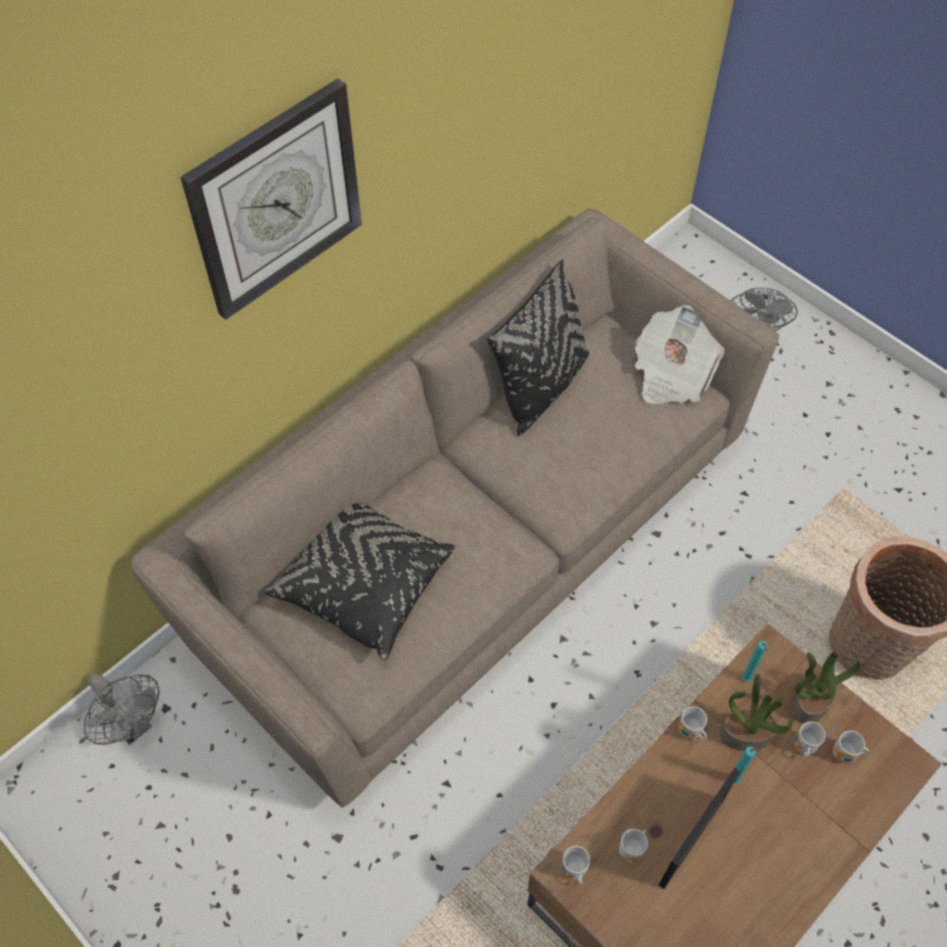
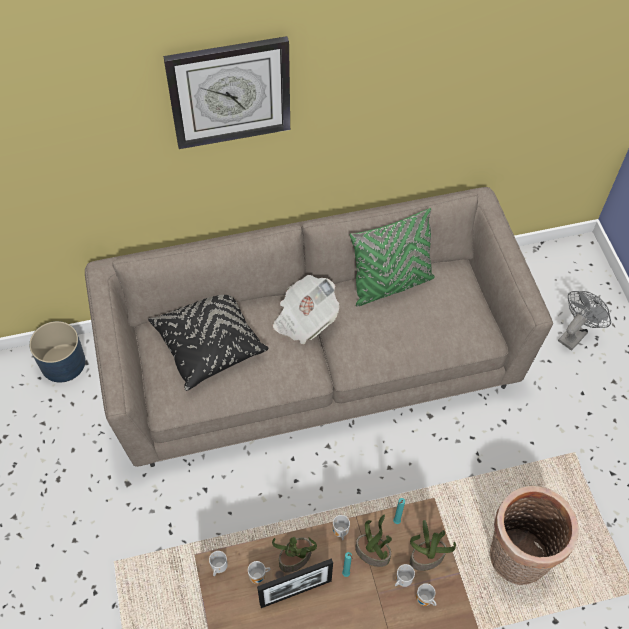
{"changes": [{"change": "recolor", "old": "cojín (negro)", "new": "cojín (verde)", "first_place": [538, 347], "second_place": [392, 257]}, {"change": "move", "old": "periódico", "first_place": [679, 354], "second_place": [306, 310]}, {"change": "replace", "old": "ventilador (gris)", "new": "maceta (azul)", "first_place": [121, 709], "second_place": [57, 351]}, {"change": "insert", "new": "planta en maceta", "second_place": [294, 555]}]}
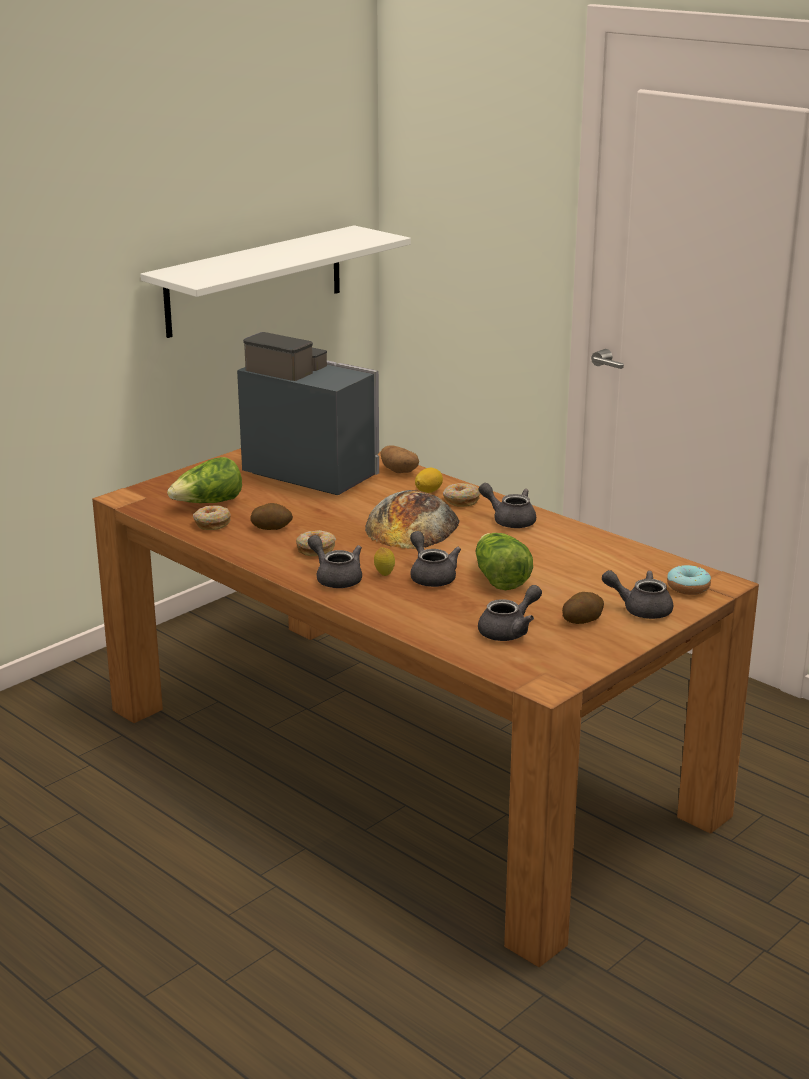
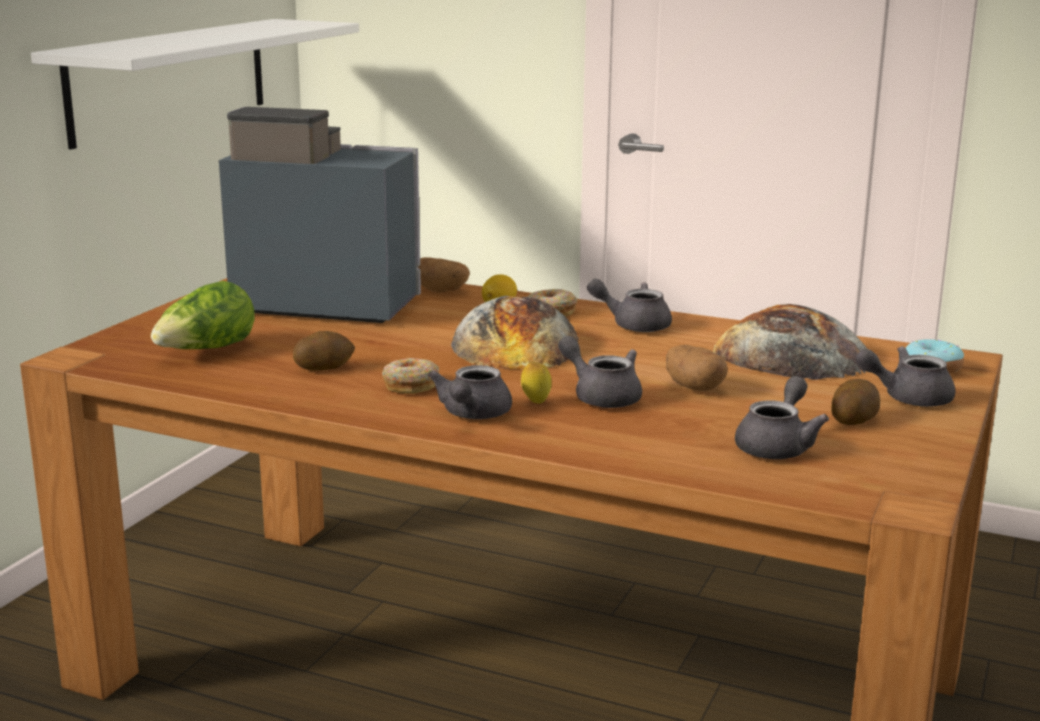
{"changes": [{"change": "delete", "old": "rosquilla", "first_place": [212, 517]}, {"change": "replace", "old": "lechuga", "new": "patata", "first_place": [504, 561], "second_place": [697, 368]}, {"change": "rotate", "old": "tetera (gris)", "first_place": [335, 561], "second_place": [470, 392], "degrees": -105}, {"change": "insert", "new": "pan", "second_place": [790, 342]}]}
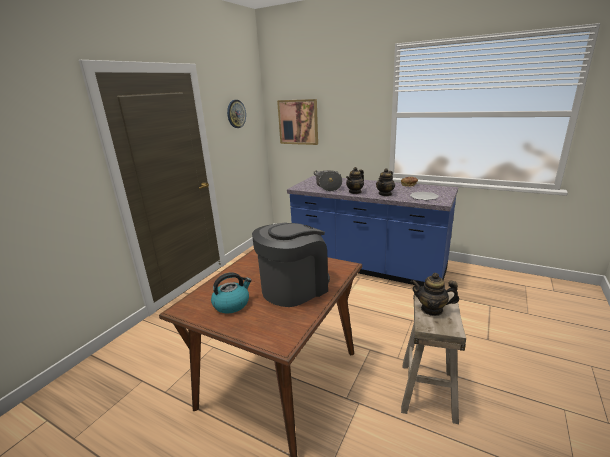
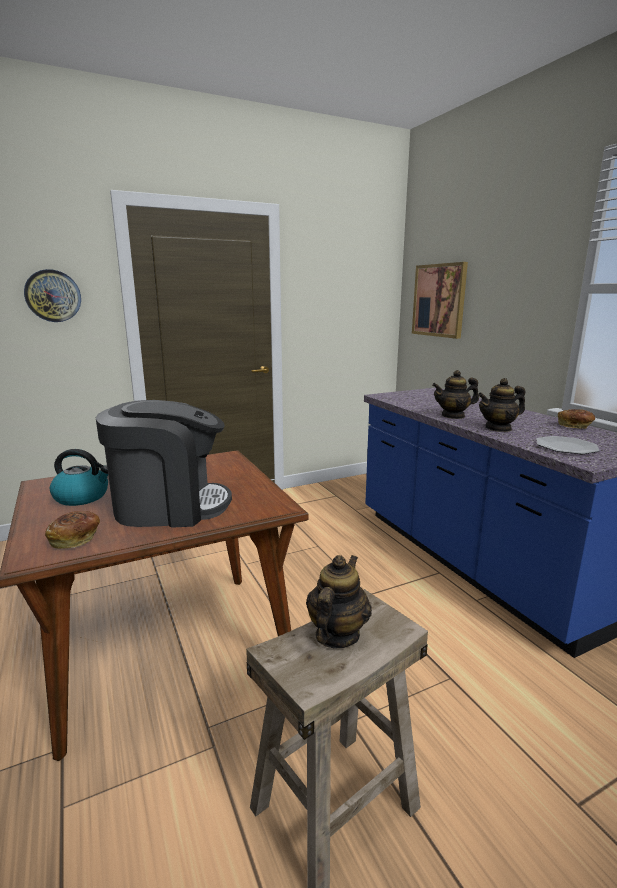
{"changes": [{"change": "move", "old": "reloj de pared", "first_place": [236, 114], "second_place": [52, 295]}, {"change": "delete", "old": "olla", "first_place": [328, 181]}, {"change": "rotate", "old": "tetera", "first_place": [435, 294], "second_place": [339, 601], "degrees": 60}, {"change": "insert", "new": "pan", "second_place": [72, 530]}]}
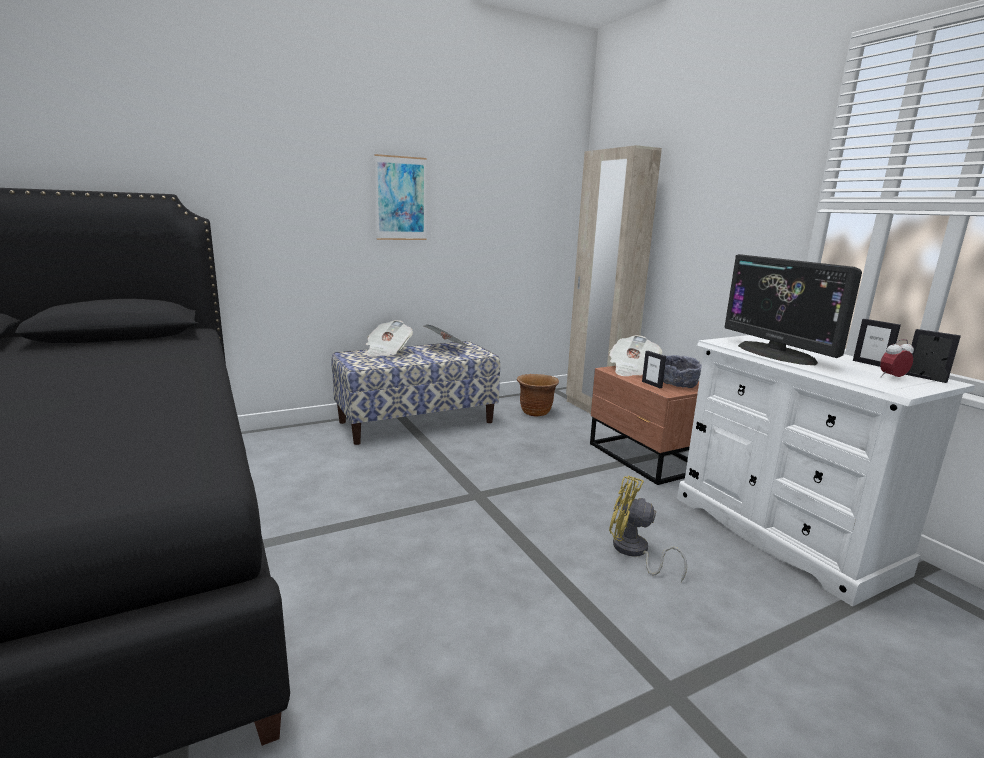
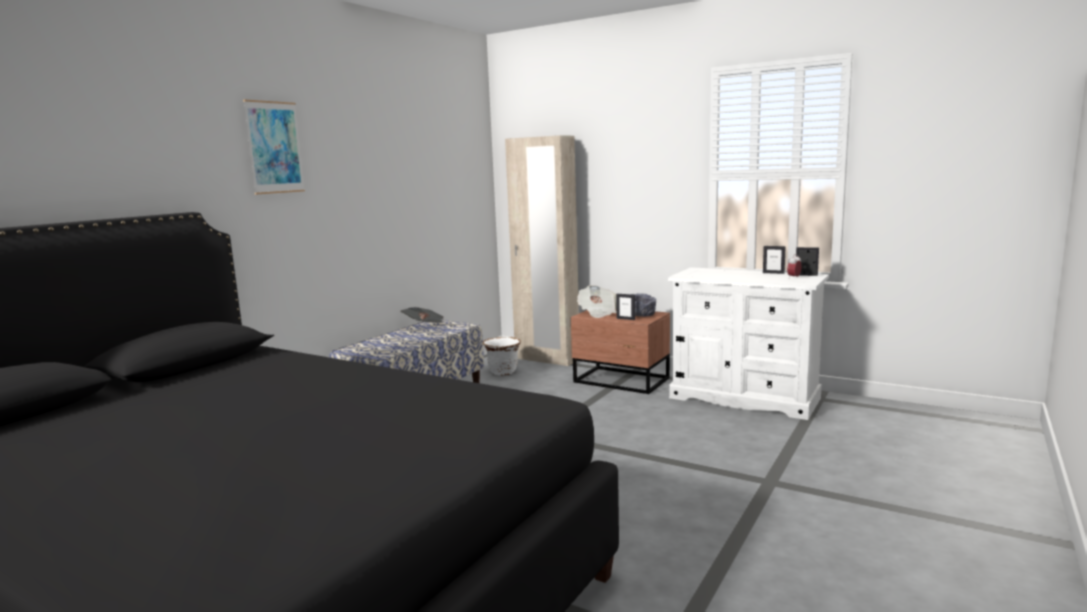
{"changes": [{"change": "move", "old": "cuadro", "first_place": [401, 197], "second_place": [274, 147]}, {"change": "delete", "old": "monitor", "first_place": [793, 309]}, {"change": "delete", "old": "periódico", "first_place": [389, 338]}, {"change": "recolor", "old": "maceta (marrón)", "new": "maceta (blanco)", "first_place": [538, 395], "second_place": [502, 356]}, {"change": "delete", "old": "ventilador (amarillo)", "first_place": [648, 529]}]}
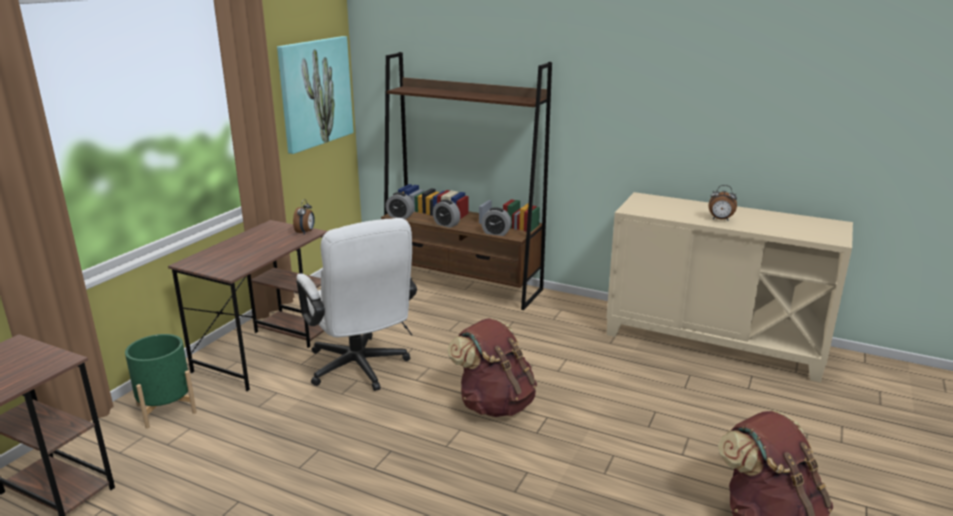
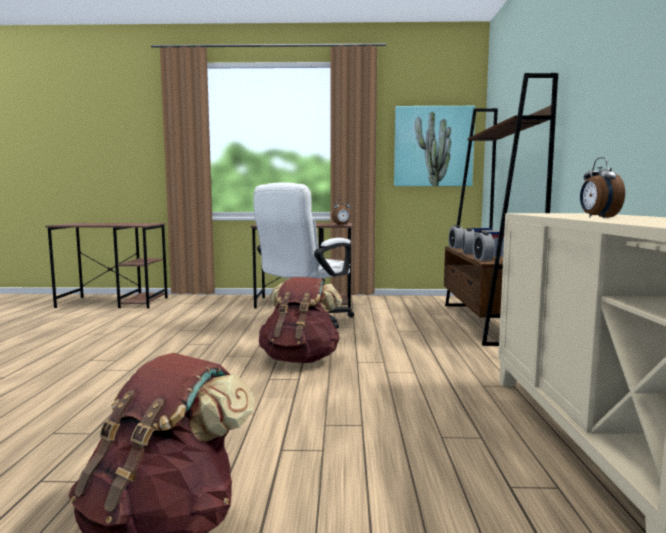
{"changes": [{"change": "delete", "old": "maceta (verde)", "first_place": [161, 381]}]}
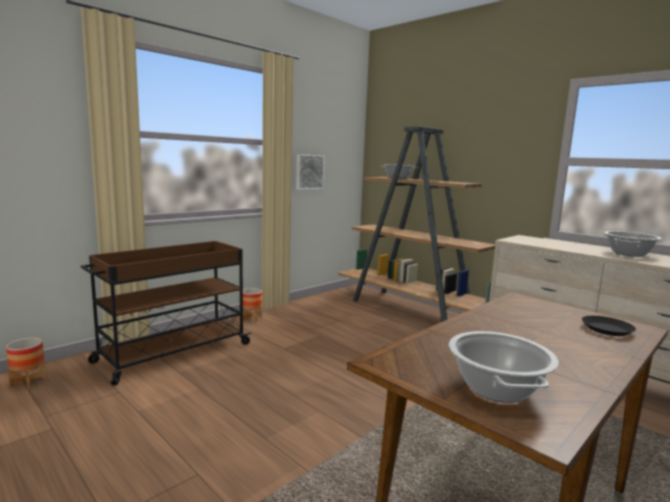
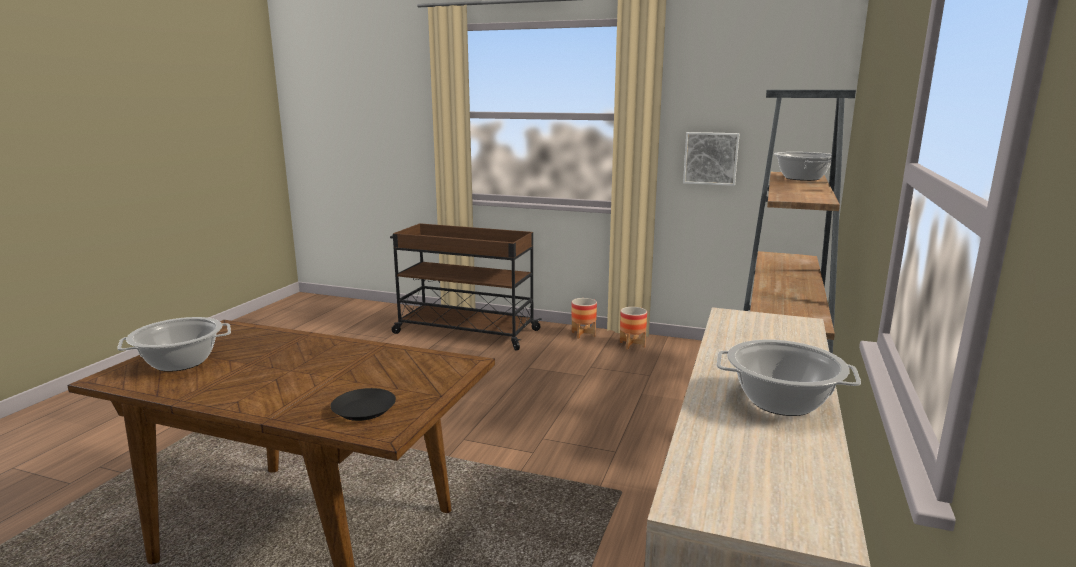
{"changes": [{"change": "move", "old": "maceta", "first_place": [26, 363], "second_place": [633, 328]}]}
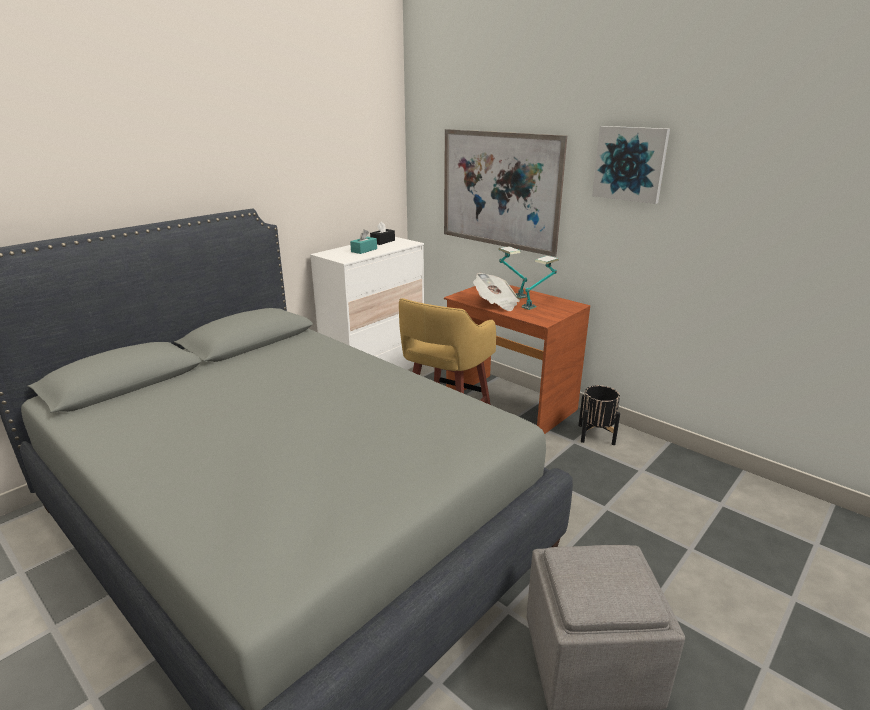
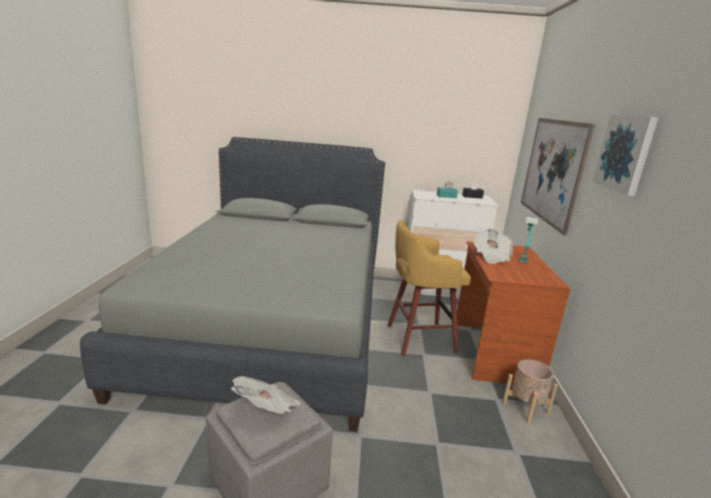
{"changes": [{"change": "delete", "old": "lámpara de mesa", "first_place": [540, 283]}, {"change": "recolor", "old": "maceta (negro)", "new": "maceta (beis)", "first_place": [599, 415], "second_place": [530, 391]}, {"change": "insert", "new": "periódico", "second_place": [266, 395]}]}
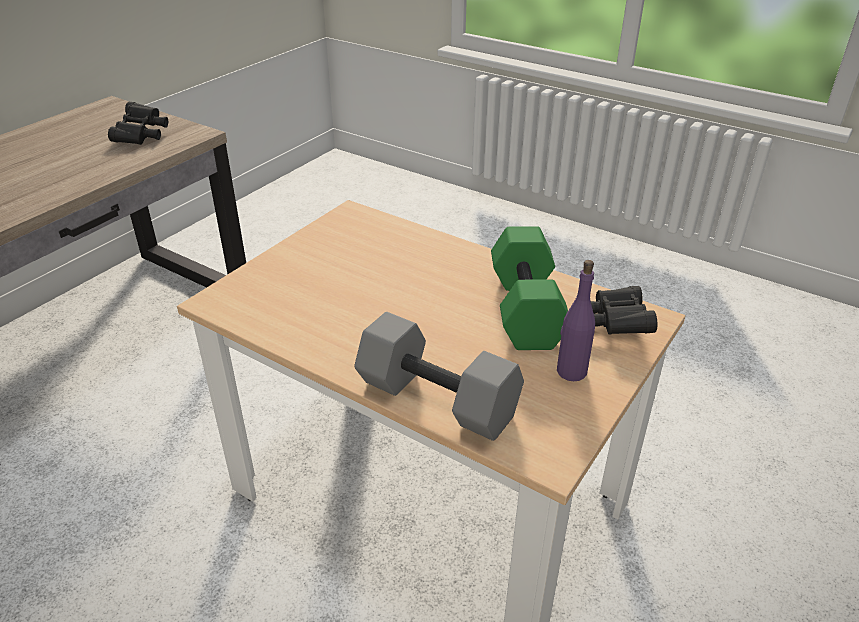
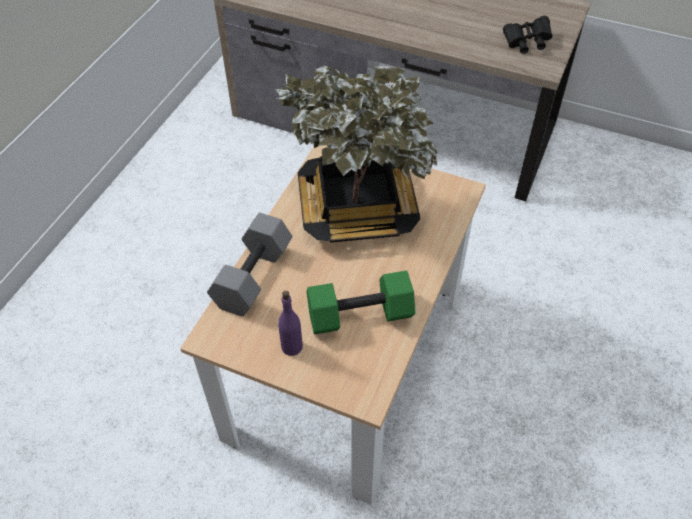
{"changes": [{"change": "delete", "old": "prismáticos (negro)", "first_place": [624, 310]}, {"change": "insert", "new": "planta en maceta", "second_place": [356, 154]}]}
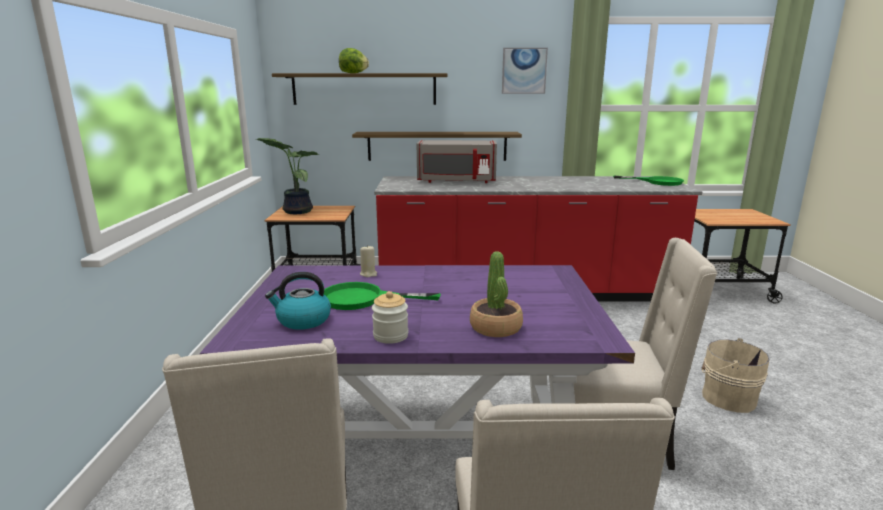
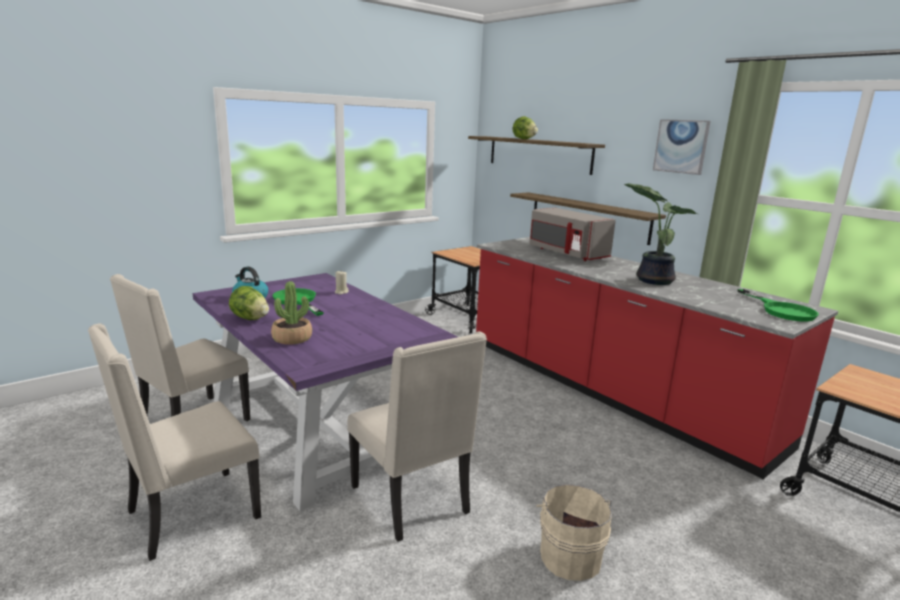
{"changes": [{"change": "move", "old": "planta en maceta", "first_place": [287, 176], "second_place": [660, 234]}, {"change": "replace", "old": "tarro", "new": "lechuga", "first_place": [390, 317], "second_place": [249, 303]}]}
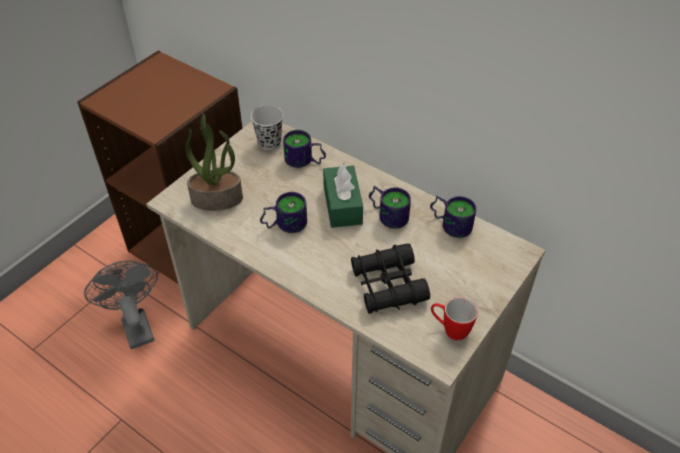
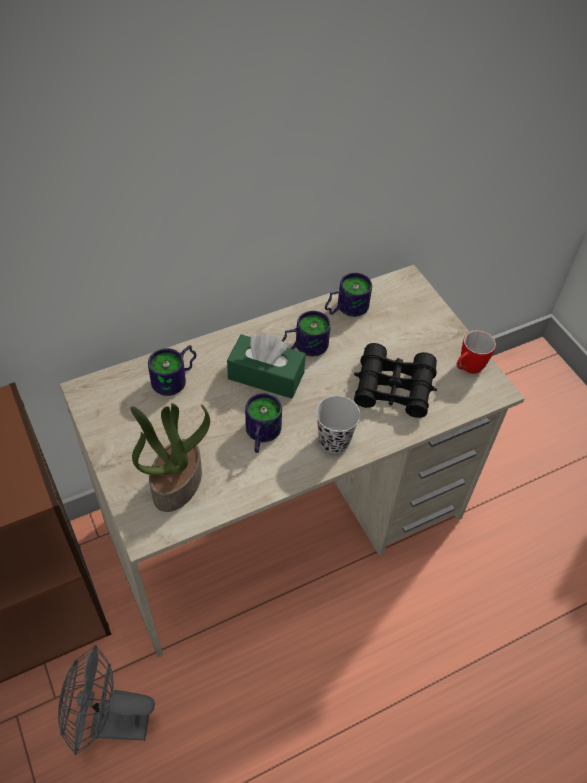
{"changes": [{"change": "move", "old": "taza (negro)", "first_place": [267, 127], "second_place": [338, 424]}]}
